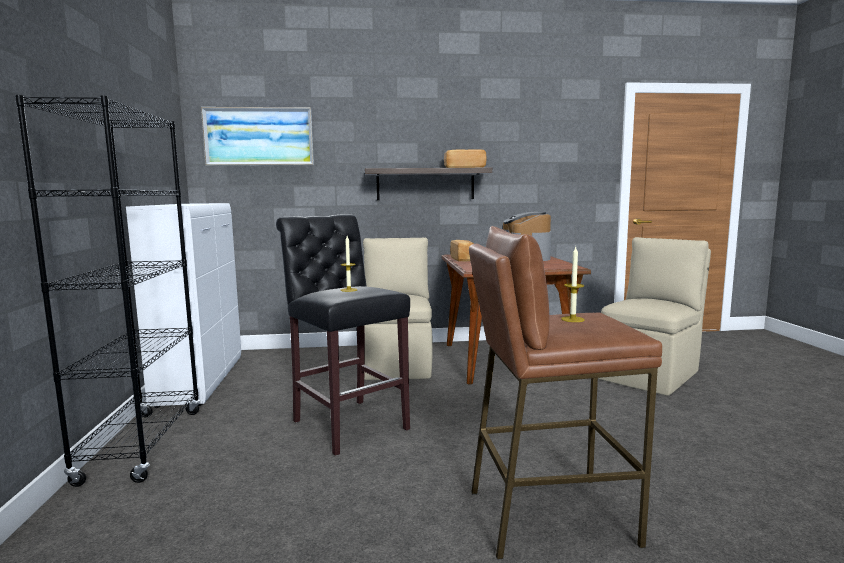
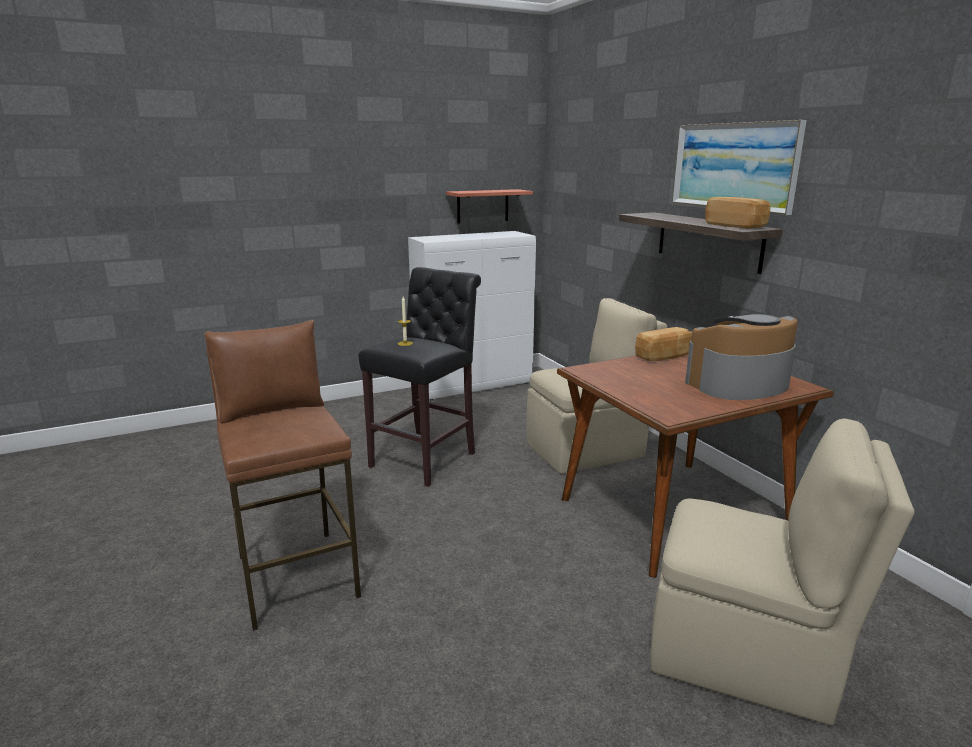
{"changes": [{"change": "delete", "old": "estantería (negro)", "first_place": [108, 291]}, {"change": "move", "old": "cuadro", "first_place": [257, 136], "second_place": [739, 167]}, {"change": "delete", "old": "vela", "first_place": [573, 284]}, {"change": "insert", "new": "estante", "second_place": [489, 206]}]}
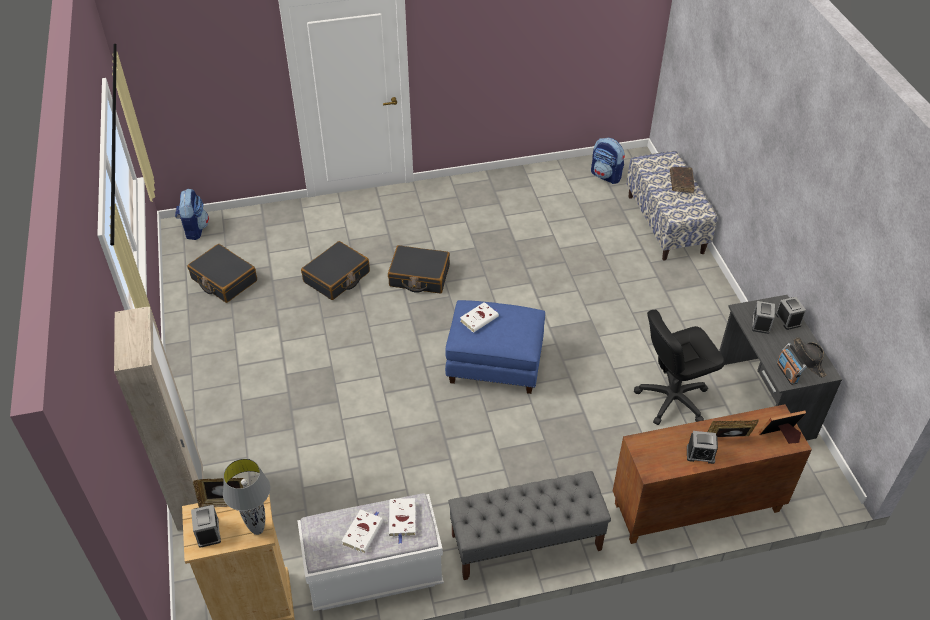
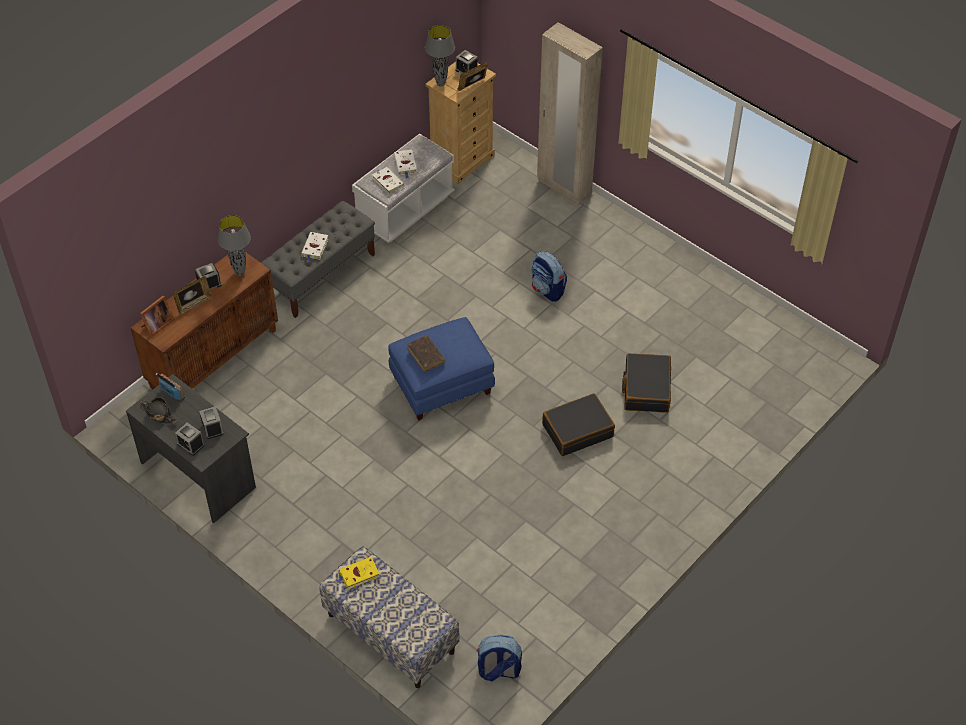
{"changes": [{"change": "move", "old": "libro (marrón)", "first_place": [682, 180], "second_place": [426, 353]}, {"change": "move", "old": "mochila", "first_place": [192, 214], "second_place": [549, 276]}, {"change": "delete", "old": "maleta (negro)", "first_place": [222, 273]}, {"change": "move", "old": "libro (blanco)", "first_place": [479, 317], "second_place": [315, 247]}, {"change": "delete", "old": "silla de oficina (negro)", "first_place": [679, 367]}, {"change": "insert", "new": "lámpara de mesa (gris)", "second_place": [234, 245]}, {"change": "insert", "new": "libro (amarillo)", "second_place": [358, 573]}]}
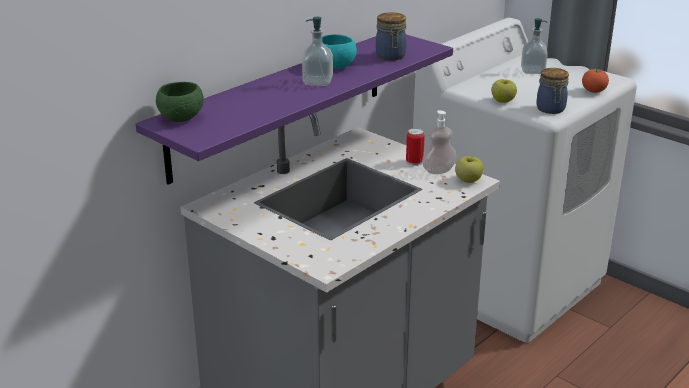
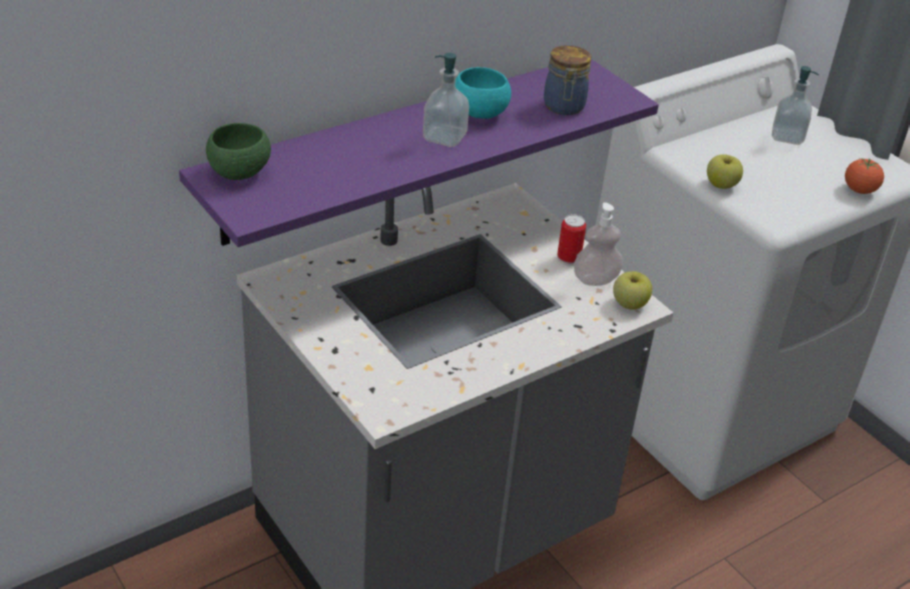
{"changes": [{"change": "delete", "old": "tarro", "first_place": [552, 91]}]}
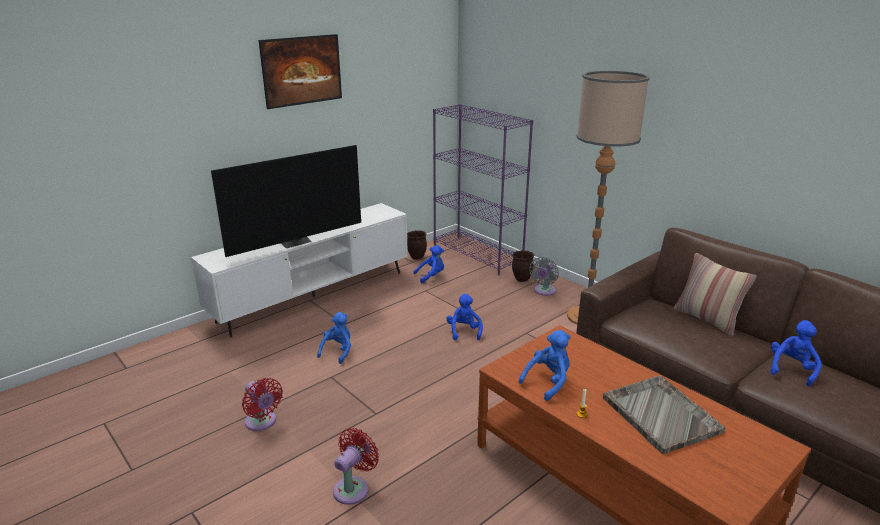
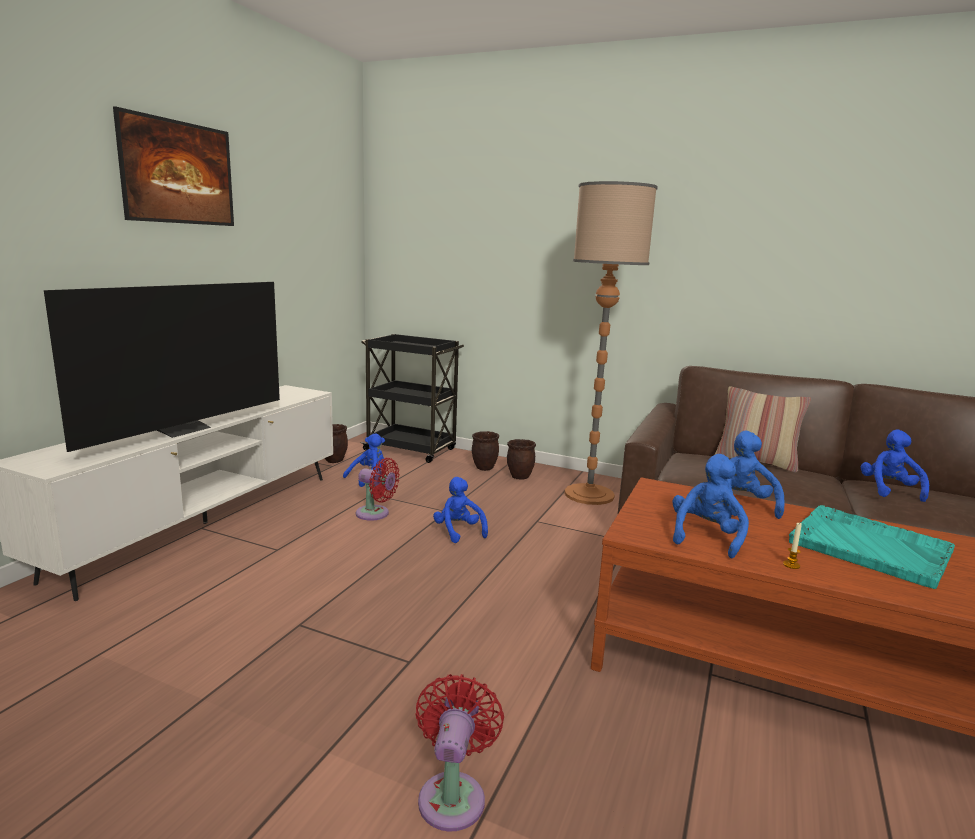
{"changes": [{"change": "replace", "old": "estantería (morado)", "new": "carrito (negro)", "first_place": [483, 189], "second_place": [412, 398]}, {"change": "replace", "old": "ventilador (gris)", "new": "maceta (marrón)", "first_place": [544, 276], "second_place": [521, 459]}, {"change": "move", "old": "peluche (azul)", "first_place": [334, 338], "second_place": [746, 475]}, {"change": "recolor", "old": "bandeja (gris)", "new": "bandeja (turquesa)", "first_place": [664, 414], "second_place": [872, 547]}, {"change": "move", "old": "ventilador (rojo)", "first_place": [262, 404], "second_place": [378, 489]}]}
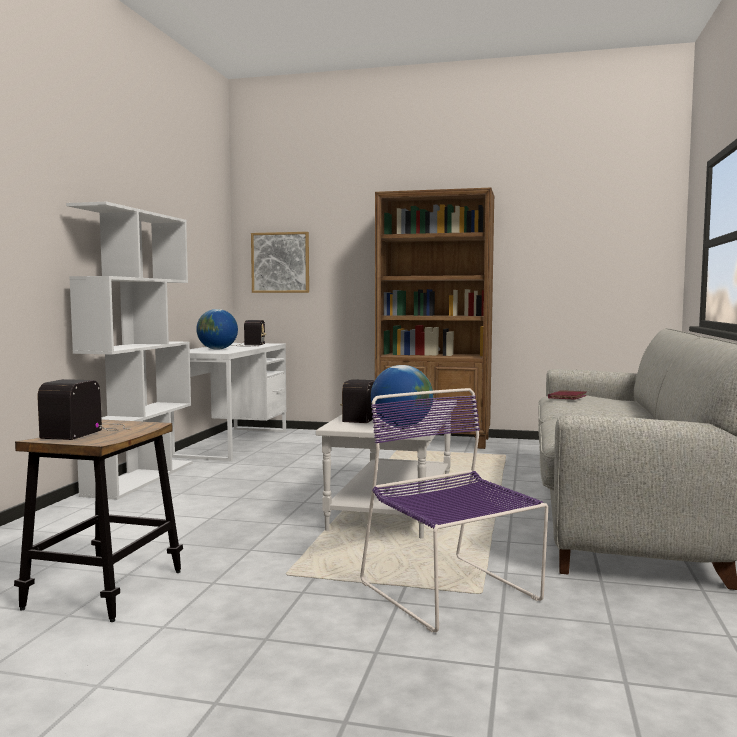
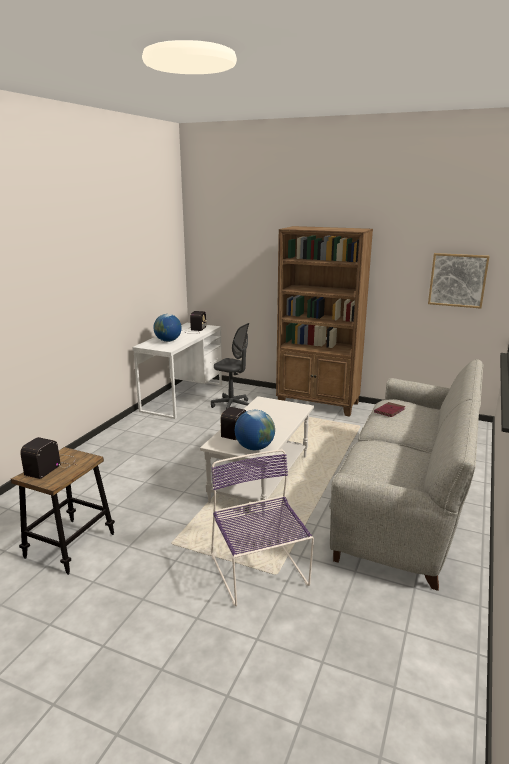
{"changes": [{"change": "delete", "old": "estantería (blanco)", "first_place": [129, 351]}, {"change": "move", "old": "cuadro", "first_place": [280, 262], "second_place": [459, 281]}, {"change": "insert", "new": "silla de oficina (gris)", "second_place": [230, 366]}]}
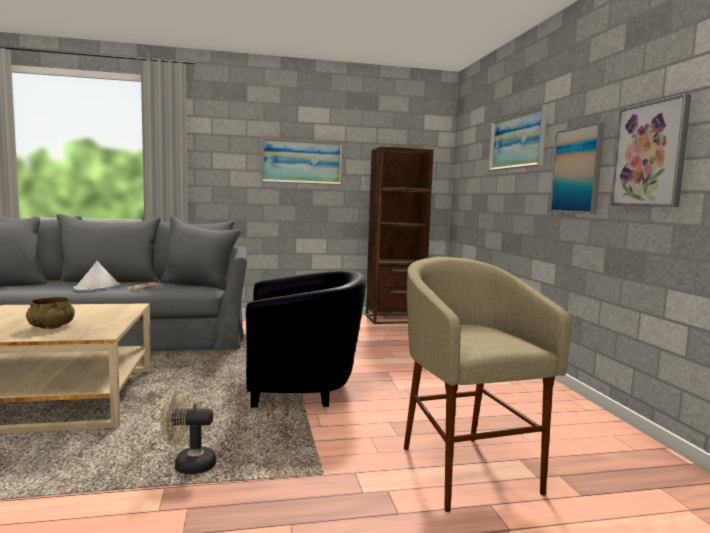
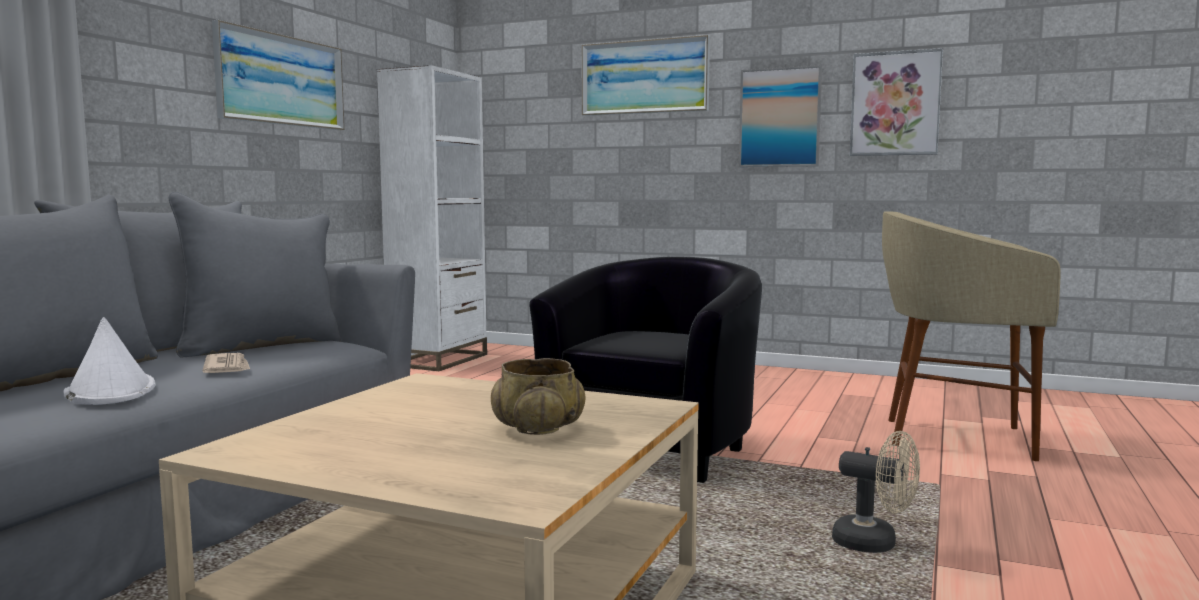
{"changes": [{"change": "recolor", "old": "estantería (marrón)", "new": "estantería (blanco)", "first_place": [400, 235], "second_place": [432, 218]}, {"change": "rotate", "old": "ventilador (beis)", "first_place": [188, 432], "second_place": [876, 492], "degrees": -90}]}
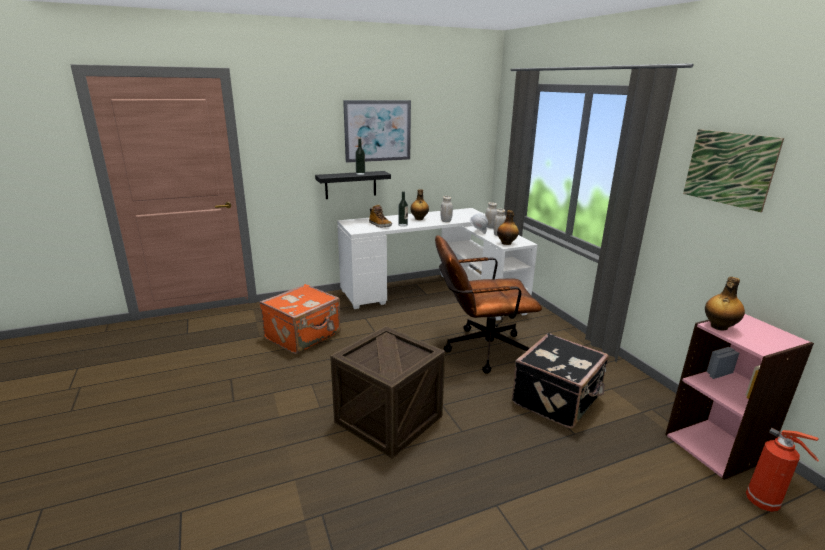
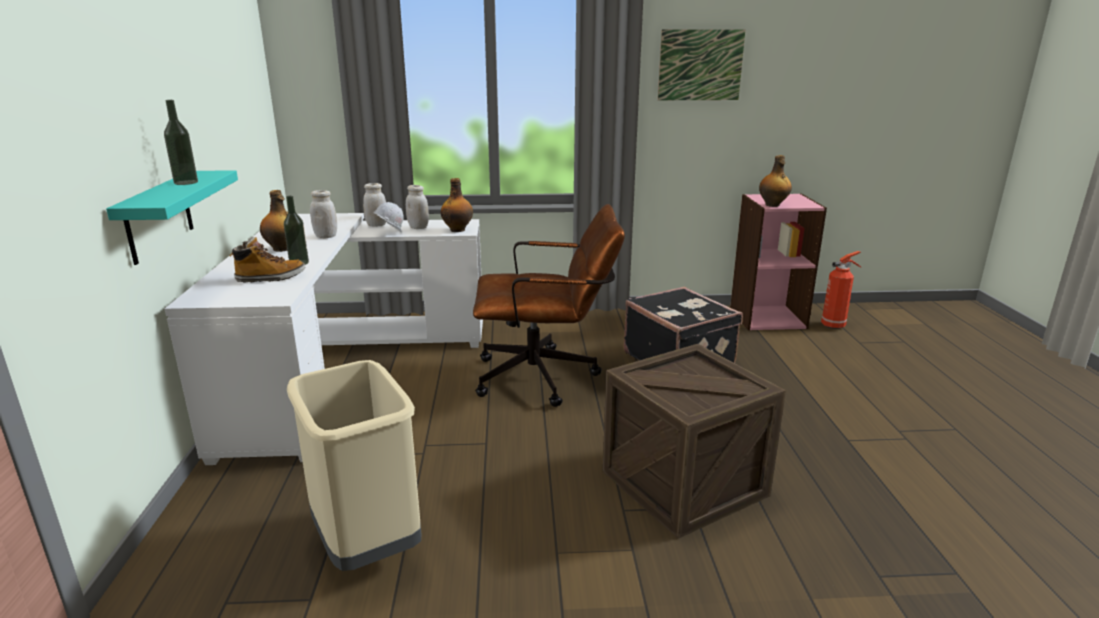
{"changes": [{"change": "delete", "old": "cuadro", "first_place": [377, 131]}, {"change": "recolor", "old": "estante (negro)", "new": "estante (turquesa)", "first_place": [353, 185], "second_place": [172, 217]}, {"change": "rotate", "old": "silla de oficina (marrón)", "first_place": [488, 304], "second_place": [549, 305], "degrees": -105}, {"change": "replace", "old": "maleta (naranja)", "new": "papelera (beis)", "first_place": [300, 319], "second_place": [354, 465]}]}
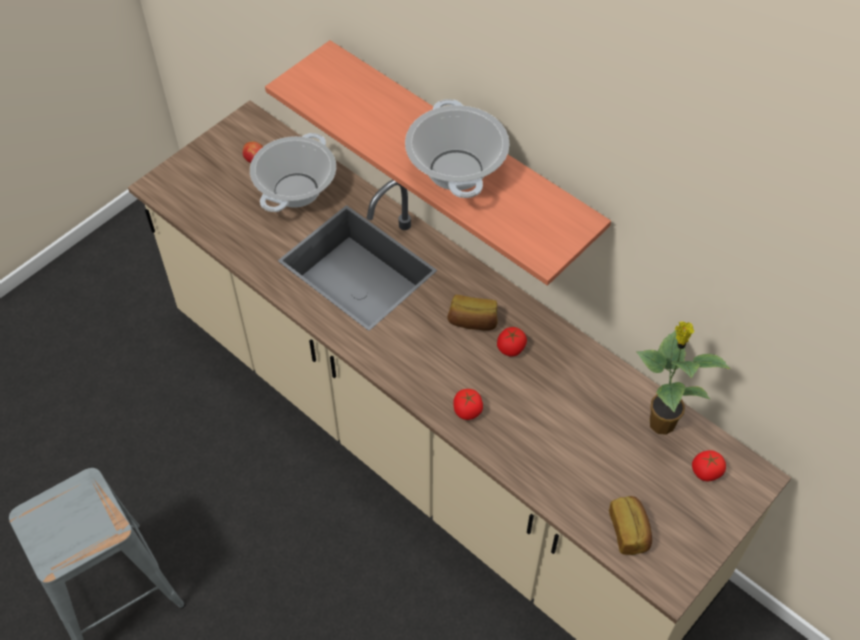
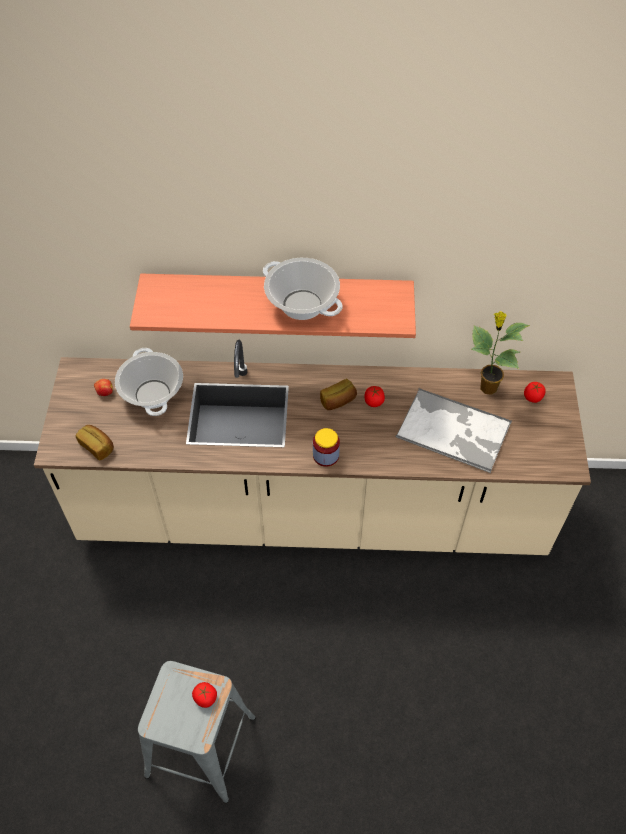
{"changes": [{"change": "move", "old": "tomate", "first_place": [468, 404], "second_place": [204, 695]}, {"change": "move", "old": "pan", "first_place": [630, 525], "second_place": [95, 442]}, {"change": "insert", "new": "bandeja", "second_place": [454, 430]}, {"change": "insert", "new": "tarro", "second_place": [326, 447]}]}
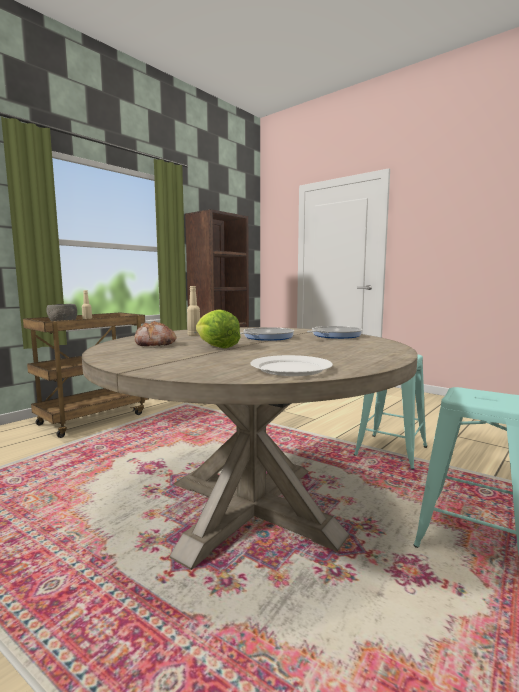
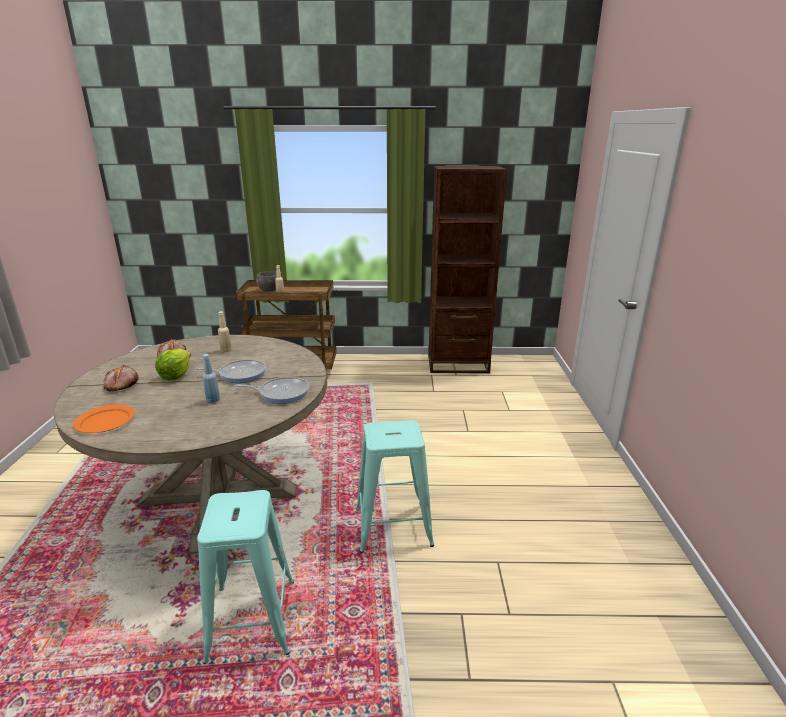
{"changes": [{"change": "recolor", "old": "plato (blanco)", "new": "plato (naranja)", "first_place": [291, 365], "second_place": [104, 418]}, {"change": "insert", "new": "botella (azul)", "second_place": [211, 378]}, {"change": "insert", "new": "pan", "second_place": [121, 378]}]}
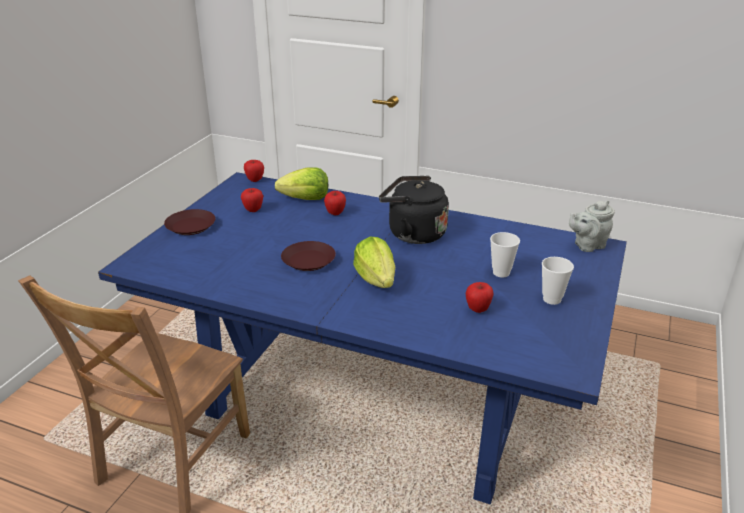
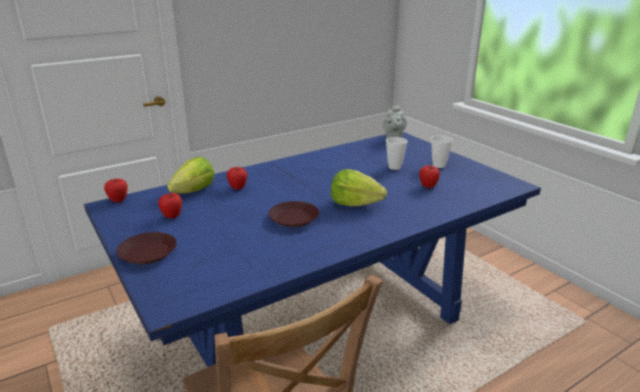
{"changes": [{"change": "delete", "old": "hervidor (negro)", "first_place": [414, 210]}]}
